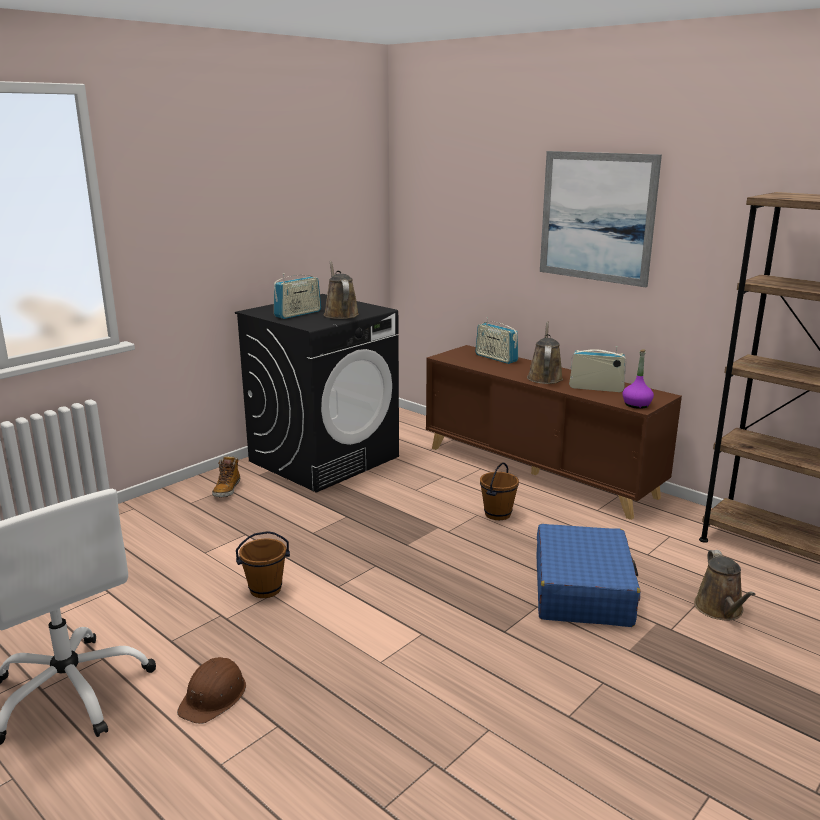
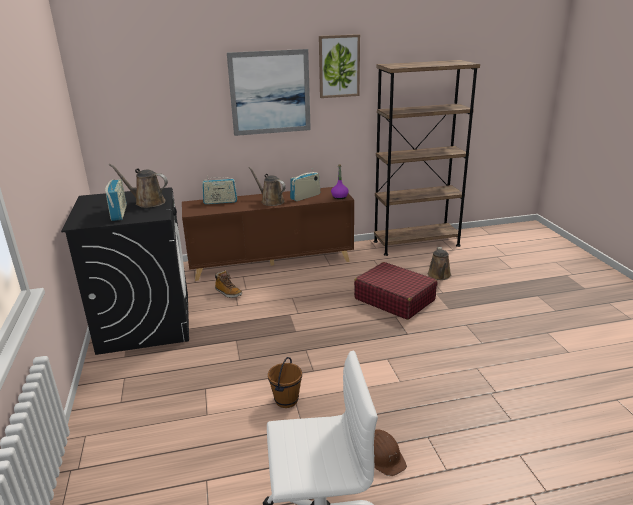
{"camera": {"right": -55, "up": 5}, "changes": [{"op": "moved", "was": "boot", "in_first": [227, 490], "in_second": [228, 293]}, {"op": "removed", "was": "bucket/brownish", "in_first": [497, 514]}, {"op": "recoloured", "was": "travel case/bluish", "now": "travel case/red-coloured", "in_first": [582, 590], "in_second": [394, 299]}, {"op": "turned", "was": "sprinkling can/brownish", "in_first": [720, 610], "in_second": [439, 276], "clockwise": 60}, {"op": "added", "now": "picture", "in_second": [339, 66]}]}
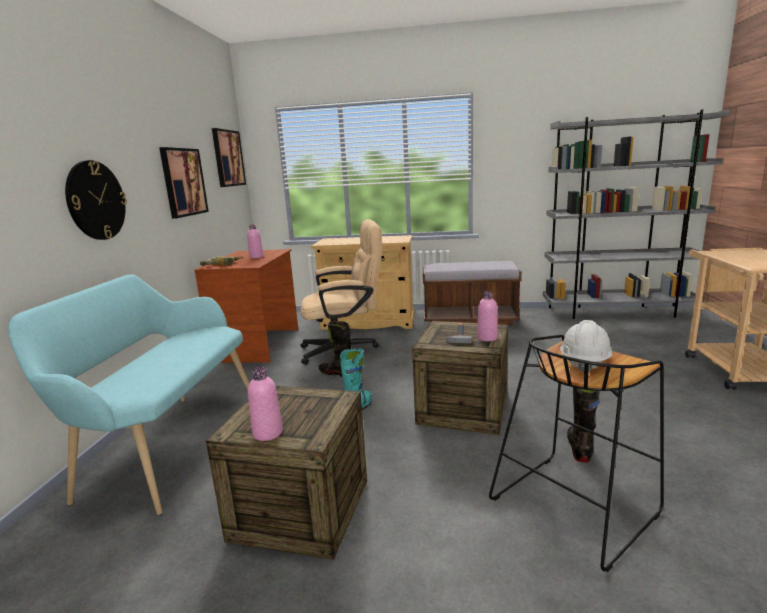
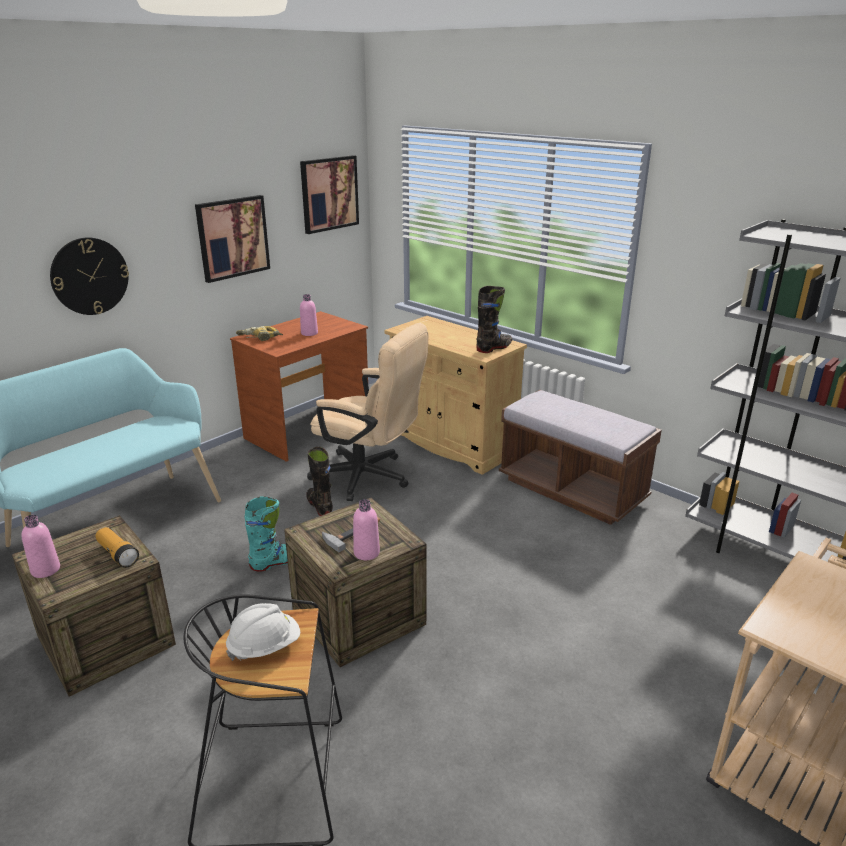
{"camera": {"right": 35, "up": 10}, "changes": [{"op": "moved", "was": "boot/black-coloured", "in_first": [579, 448], "in_second": [494, 348]}, {"op": "added", "now": "hand torch", "in_second": [117, 554]}]}
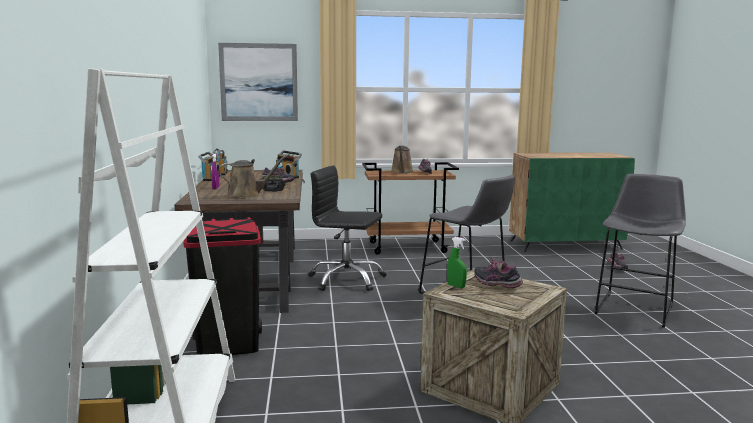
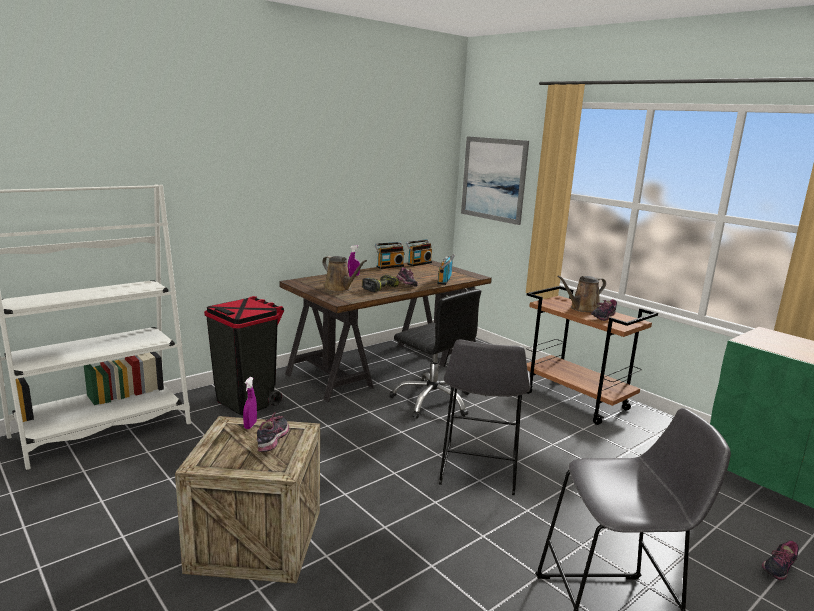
{"camera": {"right": 55, "up": 5}, "changes": [{"op": "turned", "was": "office chair/black-coloured", "in_first": [346, 280], "in_second": [432, 401], "clockwise": 150}, {"op": "recoloured", "was": "hand sprayer/green-coloured", "now": "hand sprayer/purplish", "in_first": [456, 286], "in_second": [250, 425]}]}
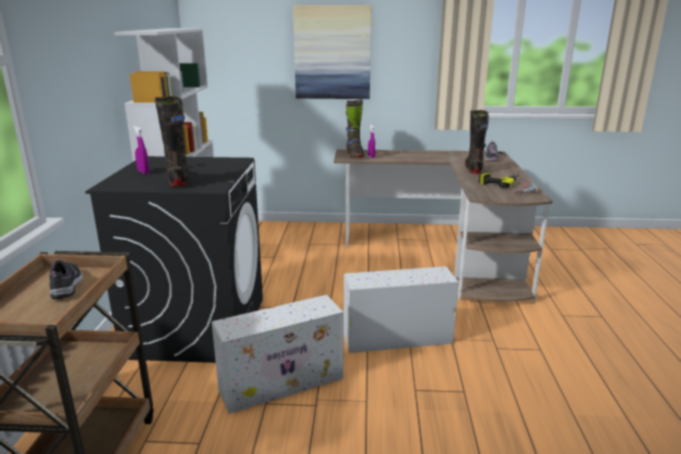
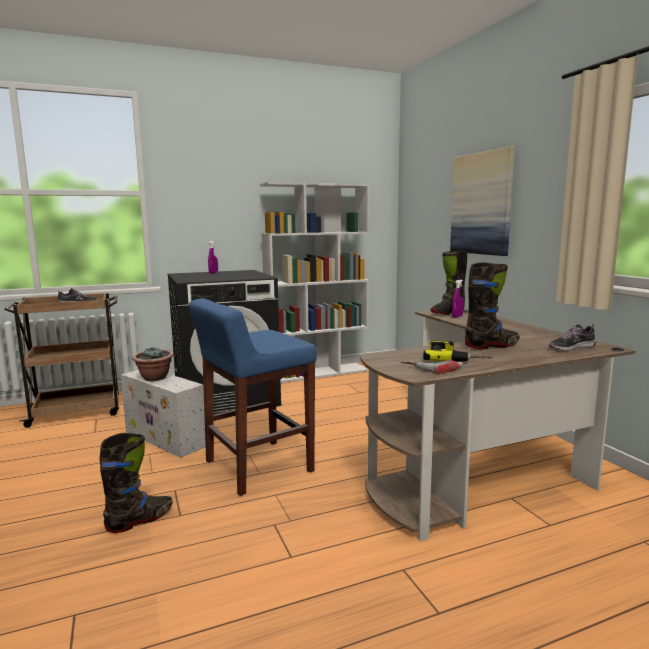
{"camera": {"right": 65, "up": -10}, "changes": [{"op": "moved", "was": "boot/black-coloured", "in_first": [178, 180], "in_second": [140, 520]}, {"op": "replaced", "was": "storage bin/white", "now": "sitting stool/bluish", "in_first": [395, 339], "in_second": [256, 467]}, {"op": "added", "now": "potted plant", "in_second": [155, 378]}]}
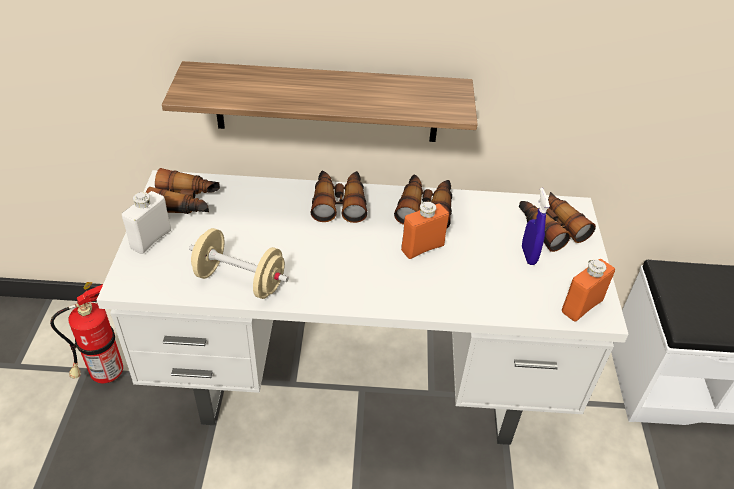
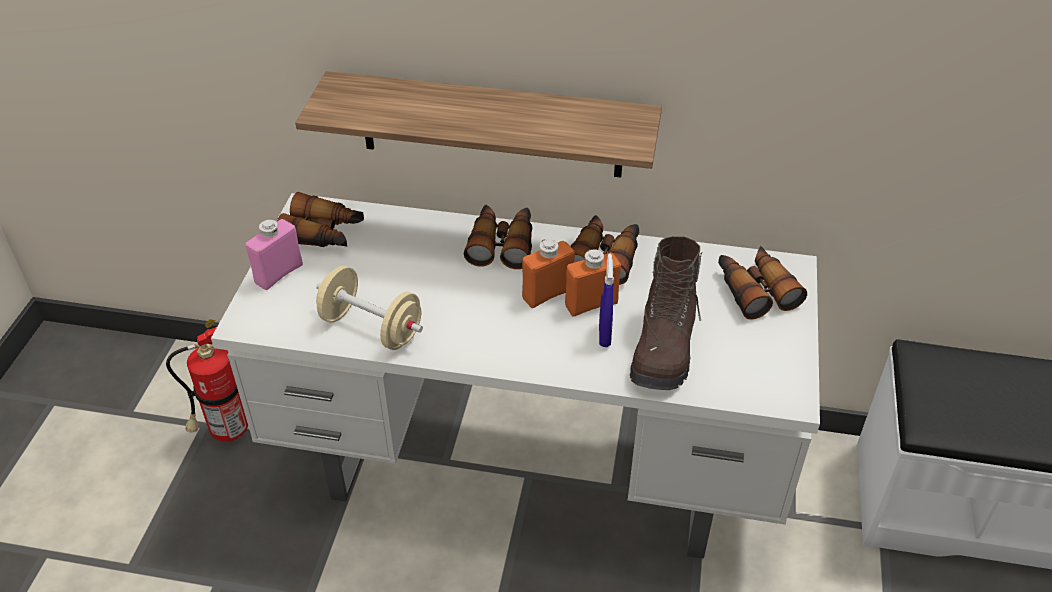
{"camera": {"right": 10, "up": 0}, "changes": [{"op": "moved", "was": "hand sprayer/bluish", "in_first": [528, 255], "in_second": [604, 335]}, {"op": "recoloured", "was": "drink bottle/white", "now": "drink bottle/pink", "in_first": [151, 239], "in_second": [279, 274]}, {"op": "moved", "was": "drink bottle/orange-coloured", "in_first": [581, 306], "in_second": [547, 294]}, {"op": "added", "now": "boot/brownish", "in_second": [664, 346]}]}
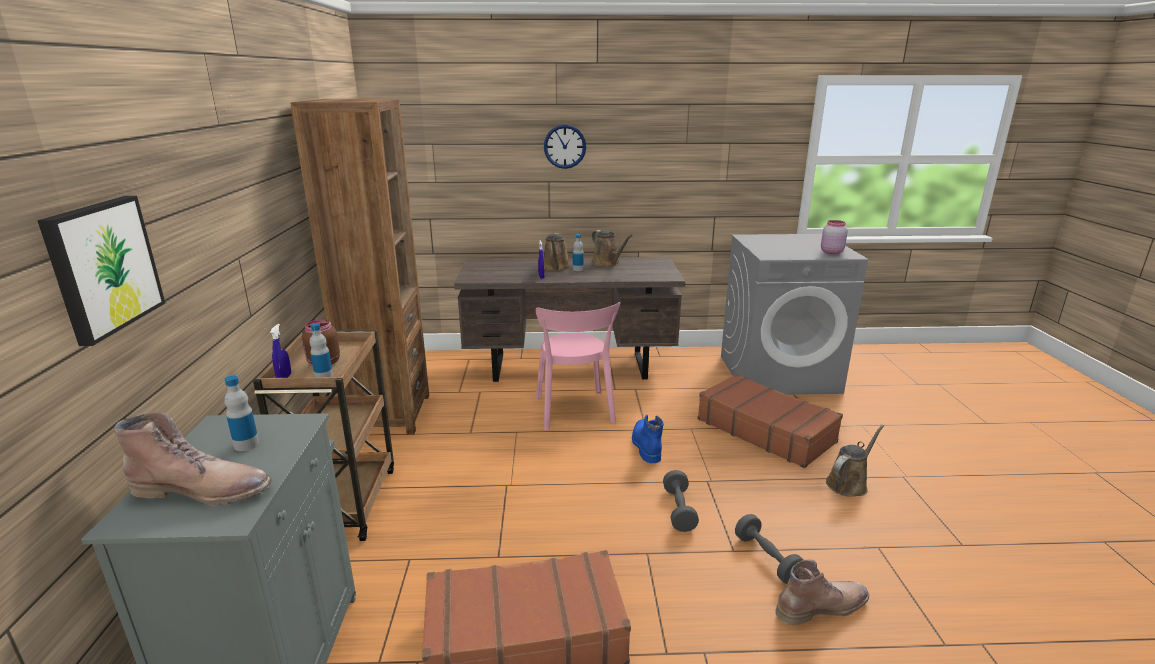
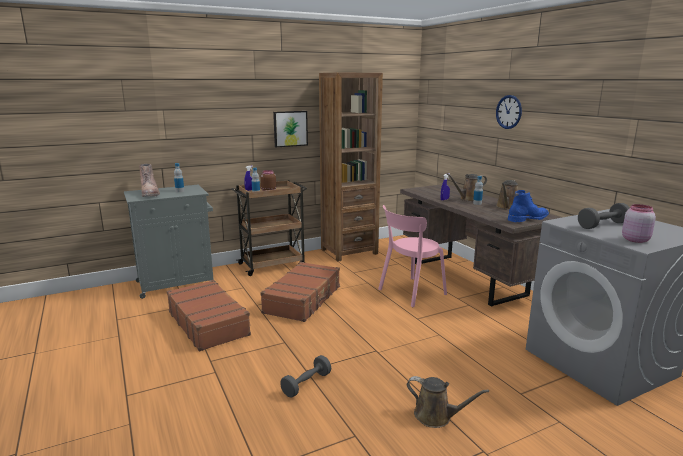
{"camera": {"right": 65, "up": -5}, "changes": [{"op": "moved", "was": "picture", "in_first": [102, 267], "in_second": [290, 128]}, {"op": "moved", "was": "travel case/brownish", "in_first": [765, 430], "in_second": [303, 299]}, {"op": "moved", "was": "boot/bluish", "in_first": [645, 444], "in_second": [527, 218]}, {"op": "moved", "was": "free weight/gray", "in_first": [679, 510], "in_second": [602, 225]}, {"op": "removed", "was": "boot/brownish", "in_first": [821, 606]}]}
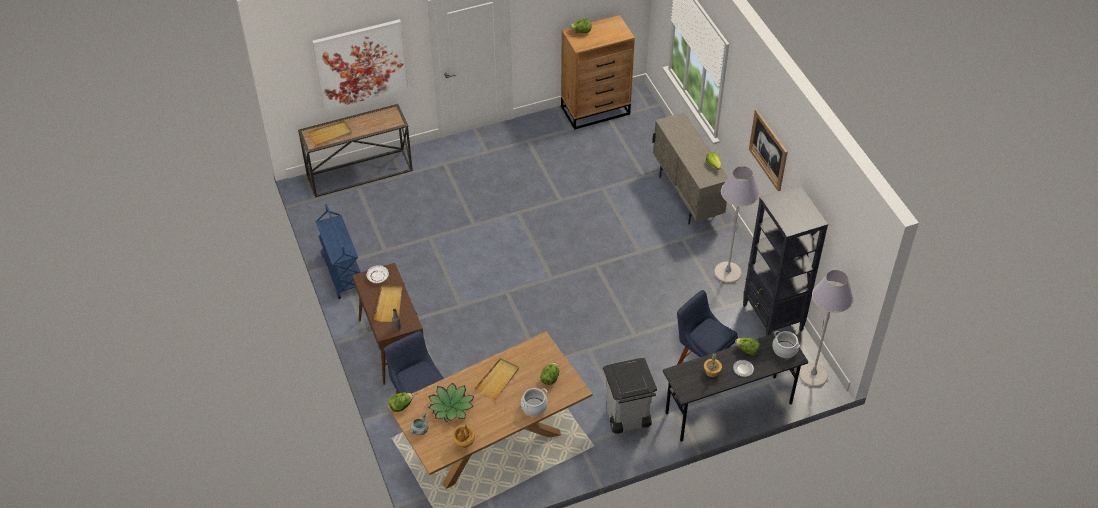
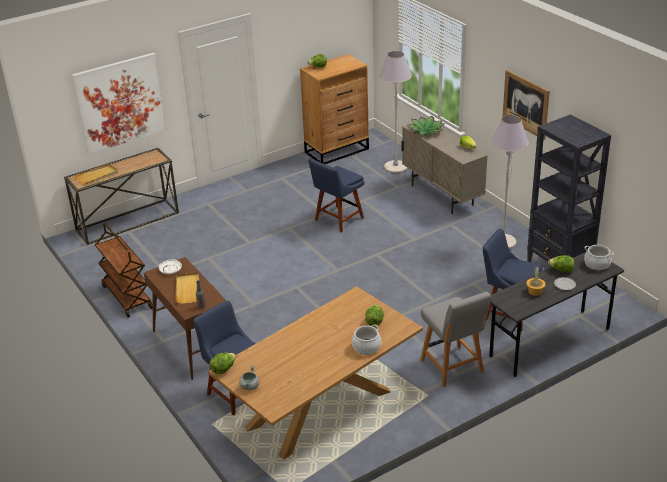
{"camera": {"right": -10, "up": -15}, "changes": [{"op": "recoloured", "was": "wheeled cart/bluish", "now": "wheeled cart/brownish", "in_first": [342, 272], "in_second": [126, 297]}, {"op": "moved", "was": "standing lamp/gray", "in_first": [813, 375], "in_second": [395, 167]}, {"op": "removed", "was": "tray/sand-coloured", "in_first": [497, 380]}, {"op": "replaced", "was": "waste bin/gray", "now": "chair/gray", "in_first": [626, 419], "in_second": [452, 367]}, {"op": "moved", "was": "potted plant", "in_first": [451, 407], "in_second": [426, 131]}, {"op": "removed", "was": "vase/brownish", "in_first": [464, 444]}, {"op": "added", "now": "chair/bluish", "in_second": [337, 220]}]}
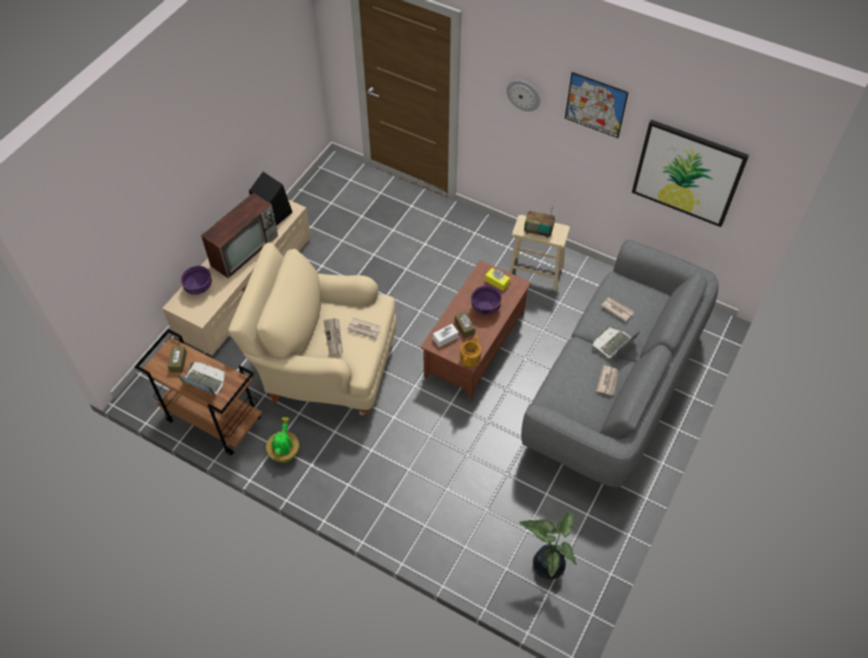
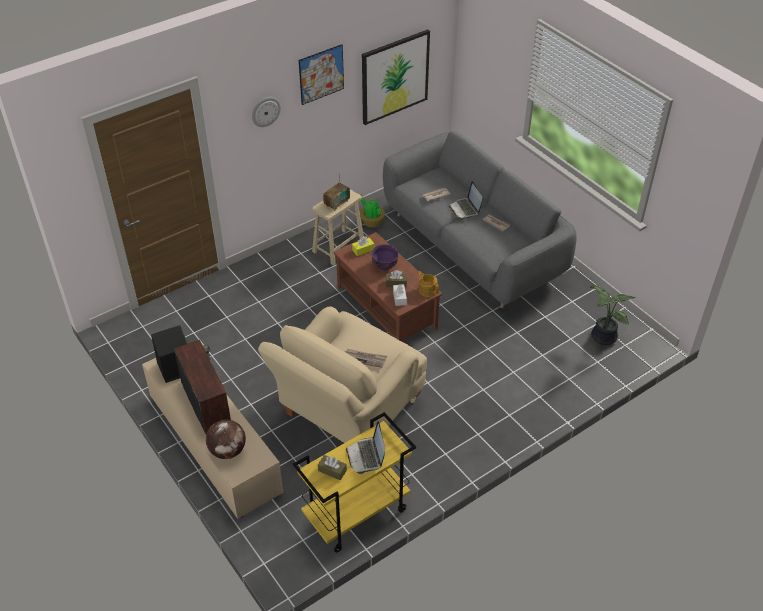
{"camera": {"right": -65, "up": -10}, "changes": [{"op": "replaced", "was": "bowl/purplish", "now": "desk globe", "in_first": [199, 288], "in_second": [228, 451]}, {"op": "removed", "was": "daily paper", "in_first": [364, 330]}, {"op": "recoloured", "was": "wheeled cart/brownish", "now": "wheeled cart/yellow-coloured", "in_first": [212, 419], "in_second": [356, 514]}, {"op": "turned", "was": "notebook computer", "in_first": [204, 381], "in_second": [366, 456], "clockwise": -60}, {"op": "moved", "was": "potted plant", "in_first": [284, 451], "in_second": [371, 222]}]}
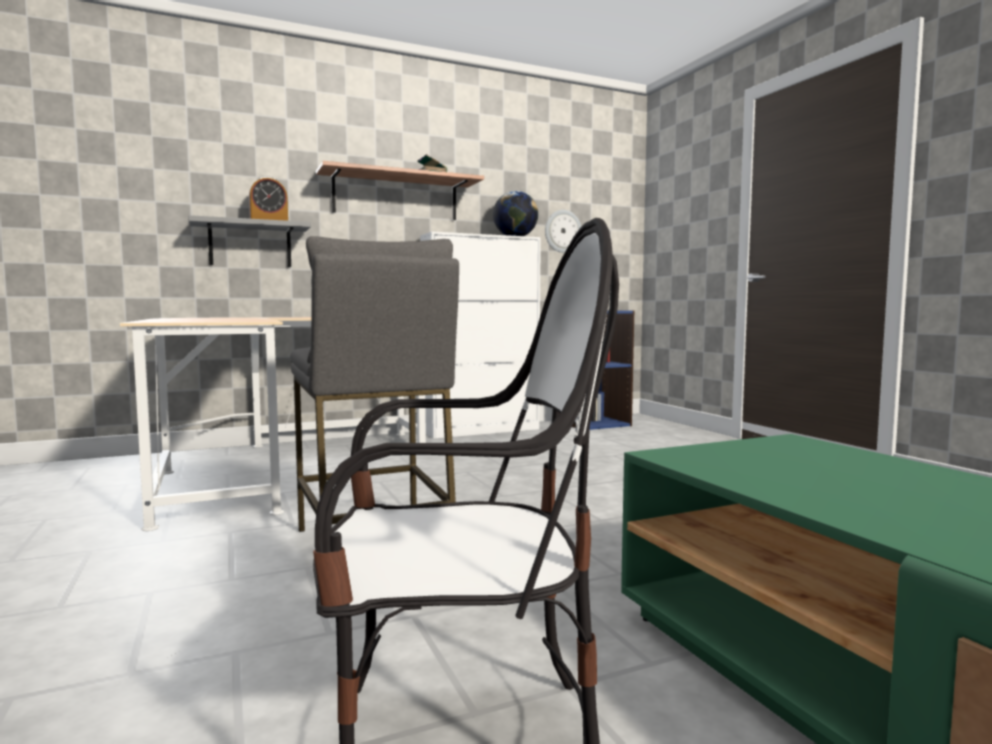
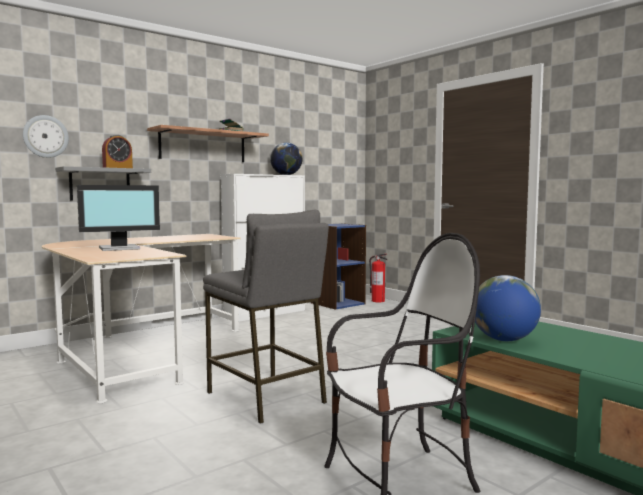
{"camera": {"right": -15, "up": 0}, "changes": [{"op": "moved", "was": "clock on the wall", "in_first": [562, 231], "in_second": [45, 136]}, {"op": "added", "now": "monitor", "in_second": [120, 248]}, {"op": "added", "now": "extinguisher", "in_second": [377, 301]}, {"op": "added", "now": "desk globe", "in_second": [504, 340]}]}
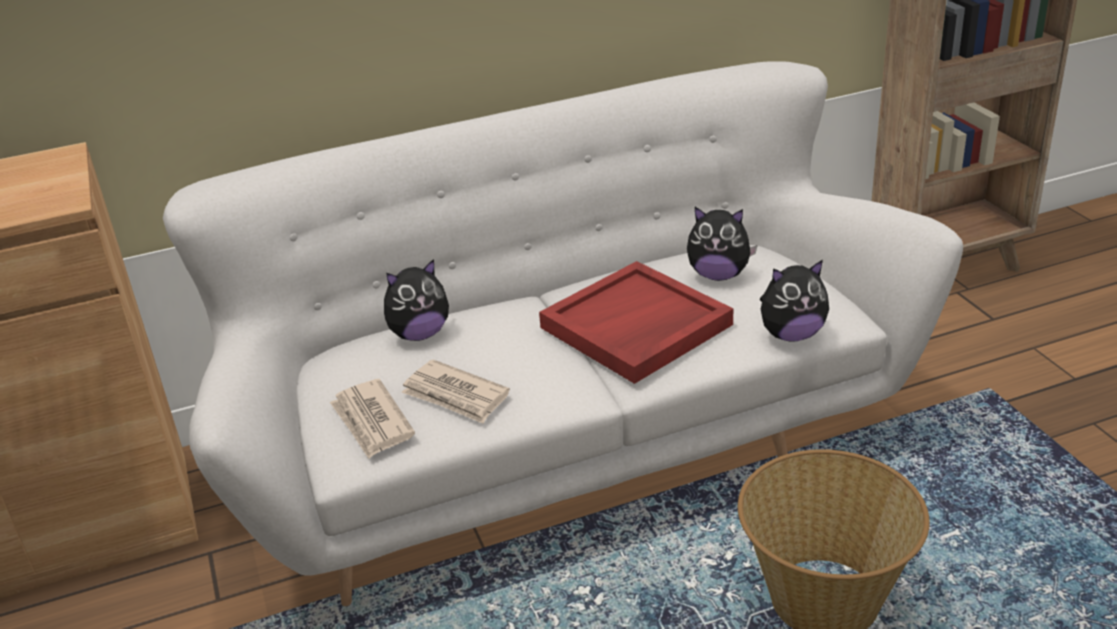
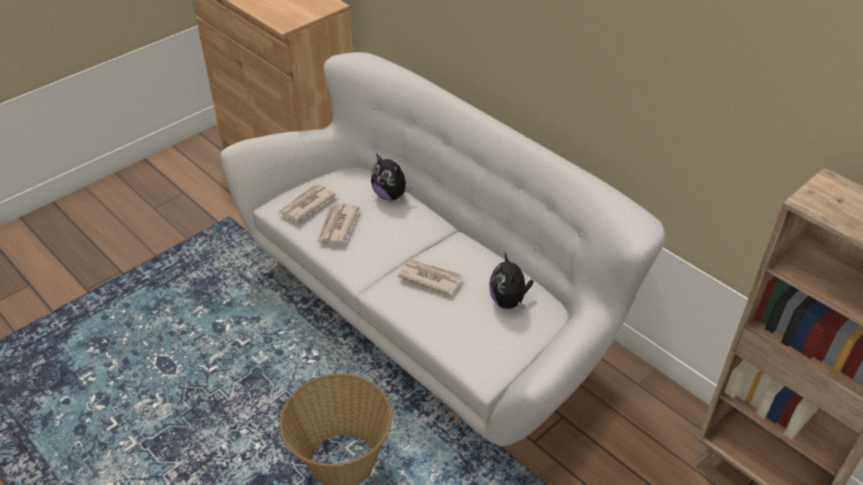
{"camera": {"right": 65, "up": 10}, "changes": [{"op": "removed", "was": "soft toy", "in_first": [791, 334]}, {"op": "replaced", "was": "tray/red-coloured", "now": "daily paper", "in_first": [636, 327], "in_second": [429, 278]}]}
